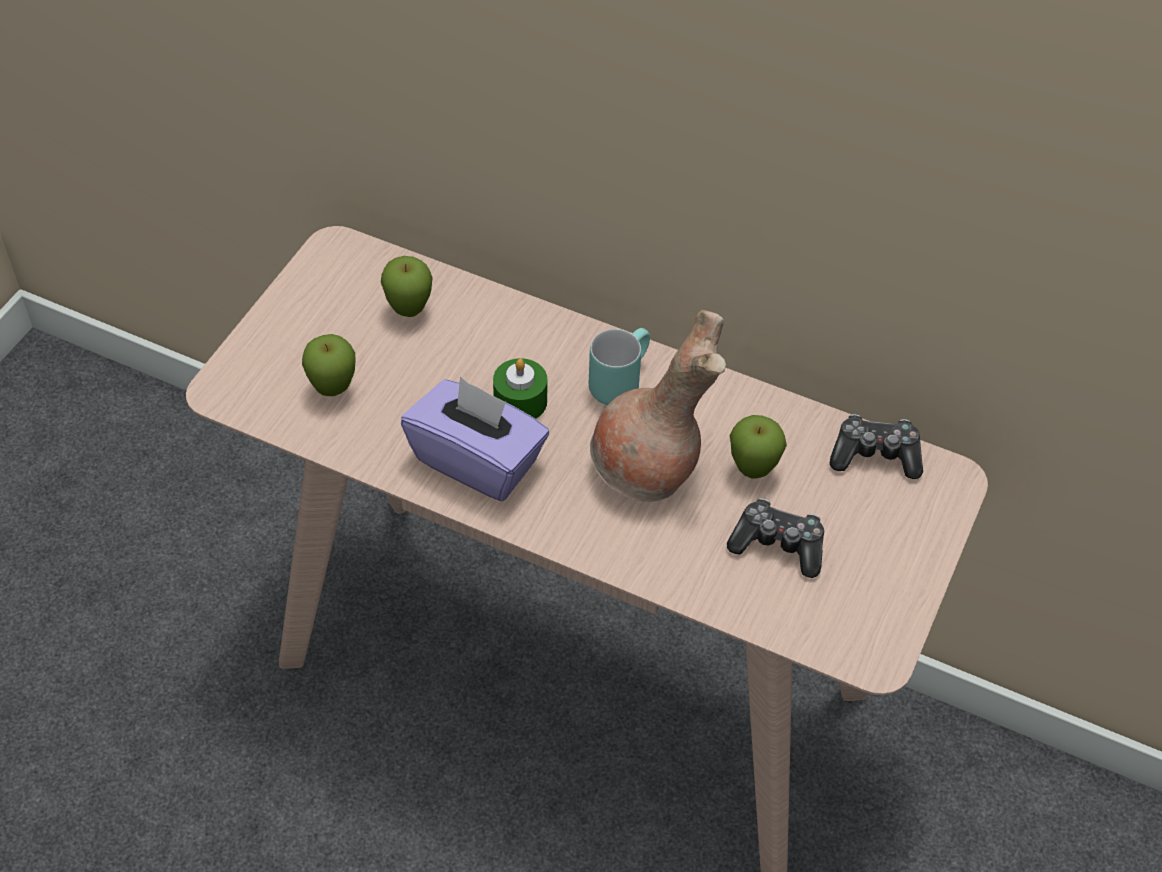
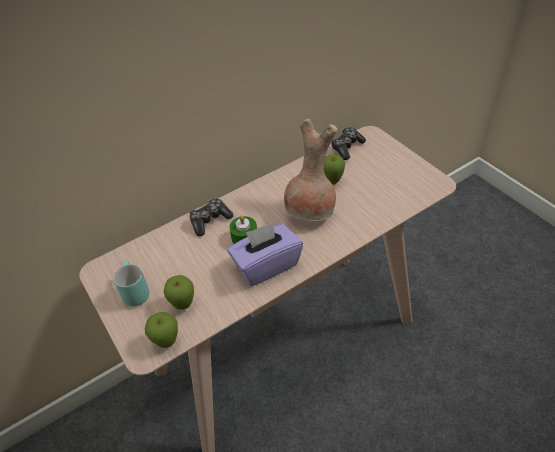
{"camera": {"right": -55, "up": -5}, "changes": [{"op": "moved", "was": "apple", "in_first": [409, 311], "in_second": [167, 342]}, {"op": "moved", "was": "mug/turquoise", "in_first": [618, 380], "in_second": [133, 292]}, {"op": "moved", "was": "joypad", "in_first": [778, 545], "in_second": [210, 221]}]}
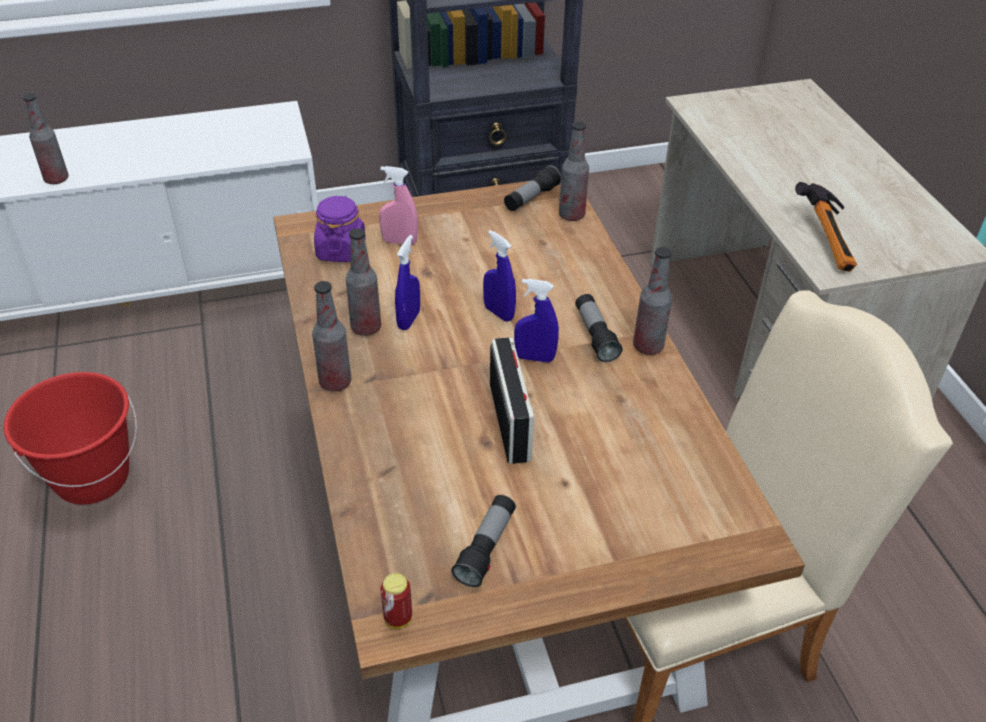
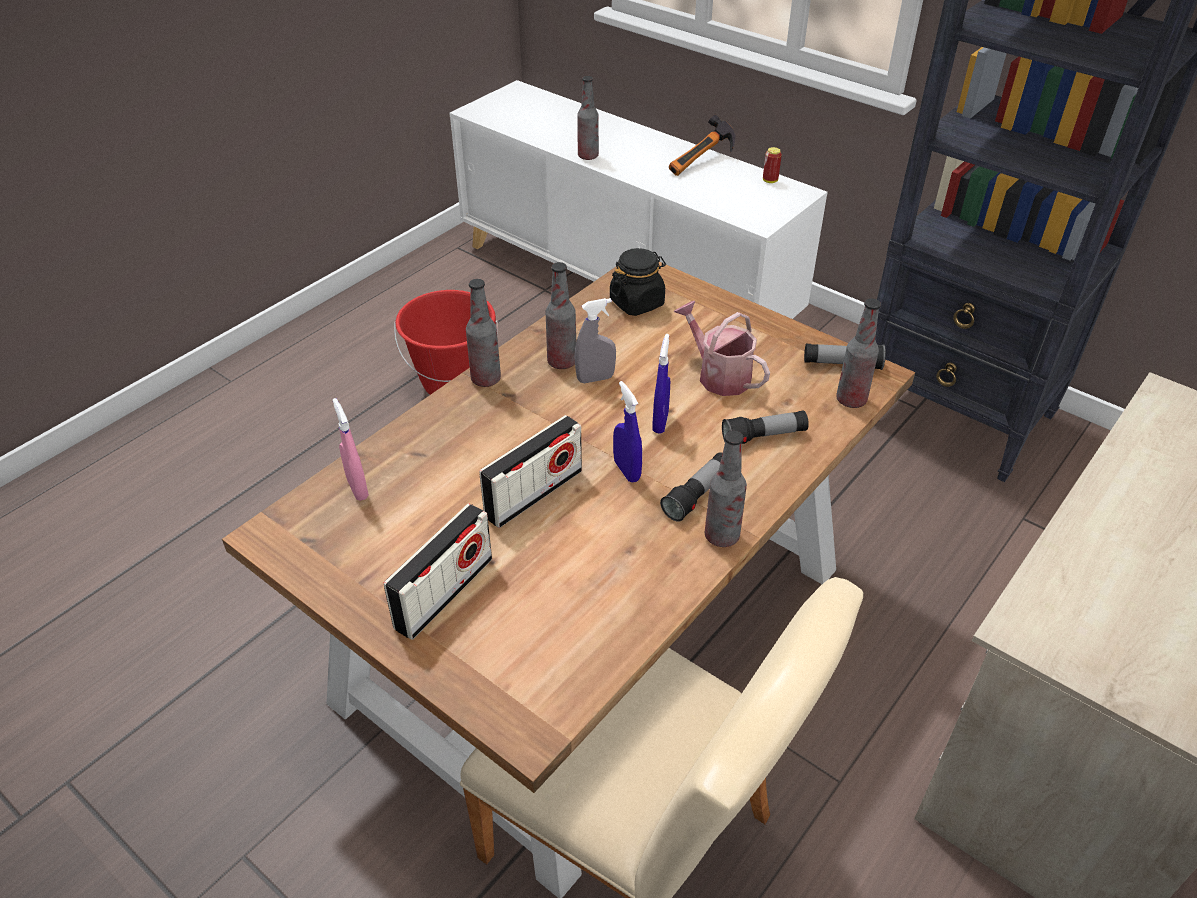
{"camera": {"right": 55, "up": 0}, "changes": [{"op": "moved", "was": "hand sprayer/pink", "in_first": [399, 242], "in_second": [357, 488]}, {"op": "moved", "was": "hand hammer", "in_first": [831, 241], "in_second": [703, 163]}, {"op": "recoloured", "was": "preserve jar/purplish", "now": "preserve jar/black-coloured", "in_first": [341, 250], "in_second": [637, 302]}, {"op": "recoloured", "was": "hand sprayer/bluish", "now": "hand sprayer/gray", "in_first": [409, 320], "in_second": [595, 378]}, {"op": "moved", "was": "hand torch", "in_first": [486, 548], "in_second": [764, 436]}, {"op": "moved", "was": "metal can", "in_first": [398, 618], "in_second": [770, 181]}, {"op": "added", "now": "sprinkling can", "in_second": [719, 375]}, {"op": "added", "now": "radio receiver", "in_second": [444, 593]}]}
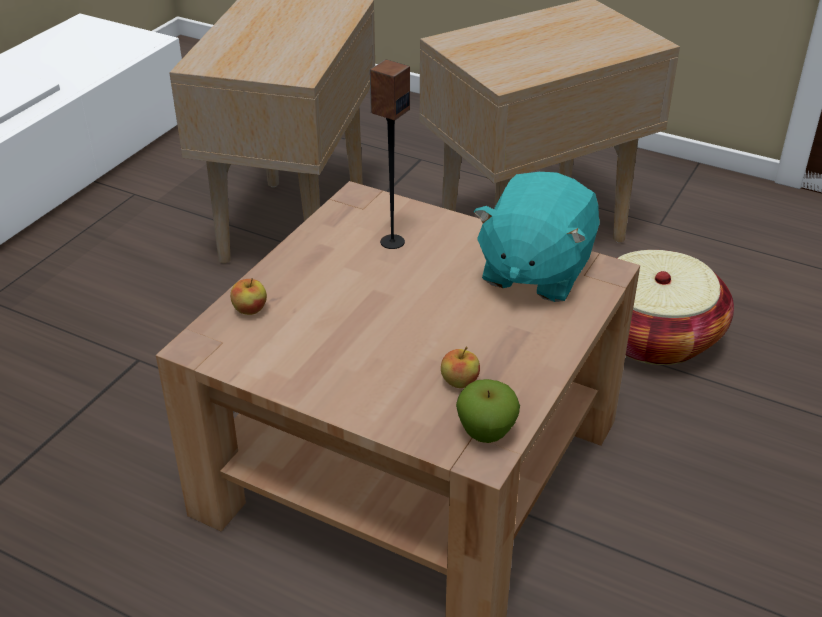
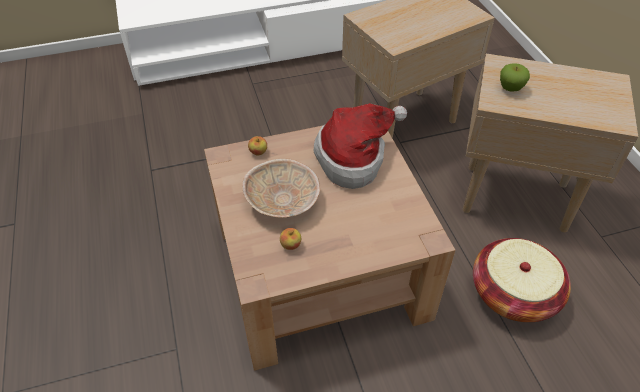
{"camera": {"right": 45, "up": 10}, "changes": [{"op": "replaced", "was": "audio speaker", "now": "clothing hat", "in_first": [392, 242], "in_second": [354, 157]}, {"op": "removed", "was": "soft toy/turquoise", "in_first": [534, 271]}, {"op": "moved", "was": "apple", "in_first": [486, 433], "in_second": [510, 88]}, {"op": "added", "now": "bowl/sand-coloured", "in_second": [283, 201]}]}
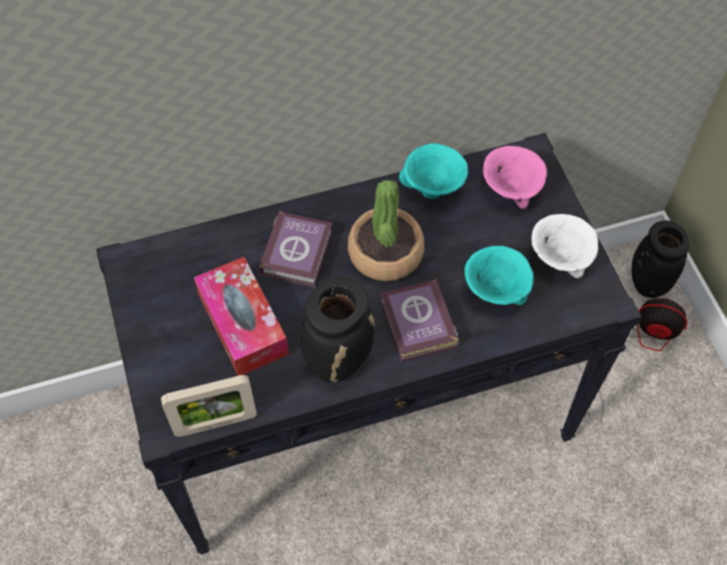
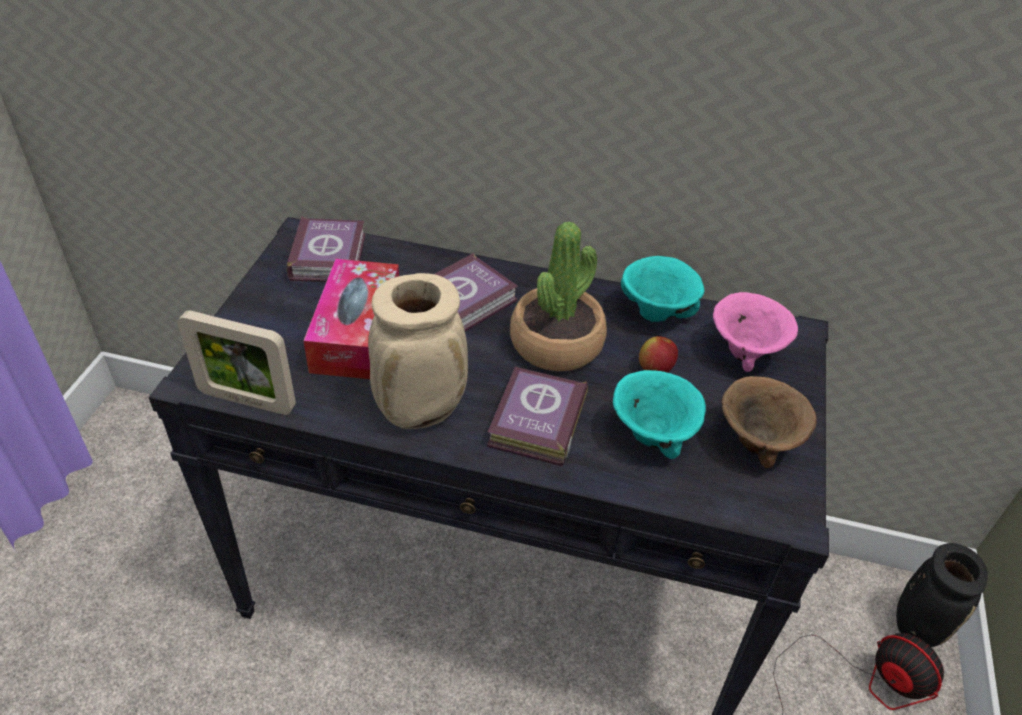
{"camera": {"right": 30, "up": -15}, "changes": [{"op": "recoloured", "was": "bowl/white", "now": "bowl/brownish", "in_first": [557, 259], "in_second": [755, 442]}, {"op": "recoloured", "was": "vase/black-coloured", "now": "vase/sand-coloured", "in_first": [338, 360], "in_second": [421, 410]}, {"op": "added", "now": "book", "in_second": [330, 256]}, {"op": "added", "now": "apple", "in_second": [655, 369]}]}
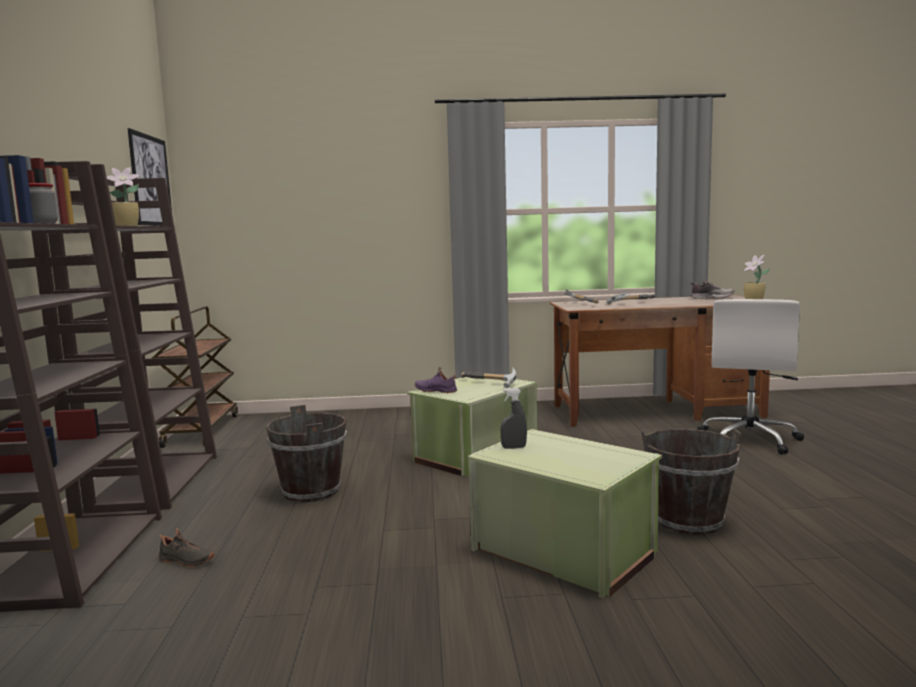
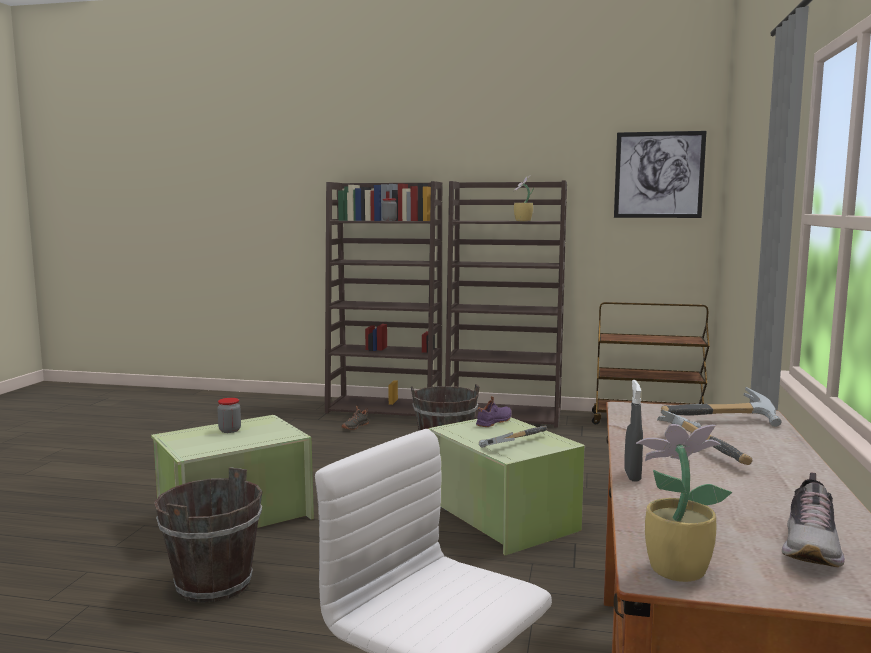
{"camera": {"right": 105, "up": 0}, "changes": [{"op": "moved", "was": "hand sprayer/gray", "in_first": [514, 447], "in_second": [632, 476]}, {"op": "added", "now": "preserve jar", "in_second": [230, 430]}]}
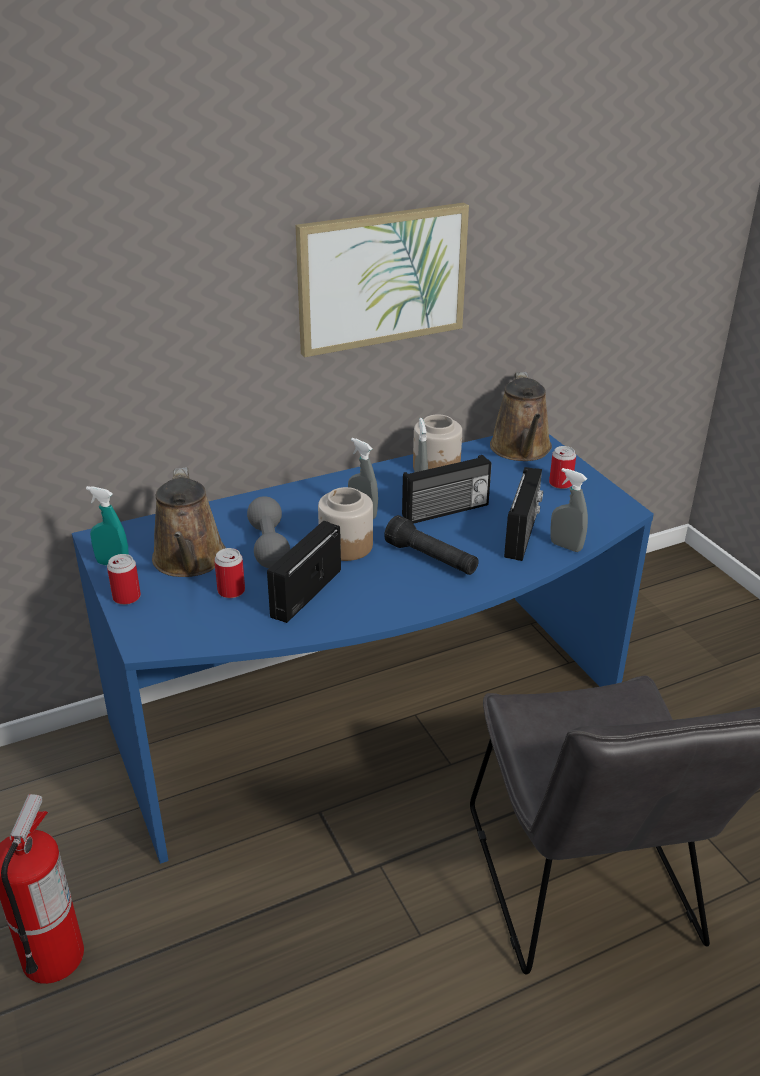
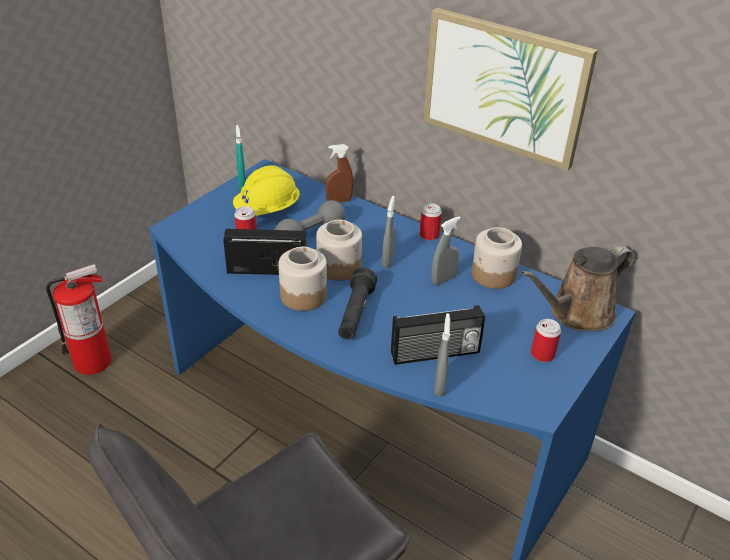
{"camera": {"right": 60, "up": 5}, "changes": [{"op": "removed", "was": "radio receiver", "in_first": [446, 511]}, {"op": "replaced", "was": "sprinkling can/brownish", "now": "safety helmet/yellow-coloured", "in_first": [189, 561], "in_second": [267, 210]}, {"op": "moved", "was": "metal can", "in_first": [126, 597], "in_second": [429, 235]}, {"op": "added", "now": "hand sprayer/brownish", "in_second": [339, 201]}, {"op": "added", "now": "preserve jar", "in_second": [303, 295]}]}
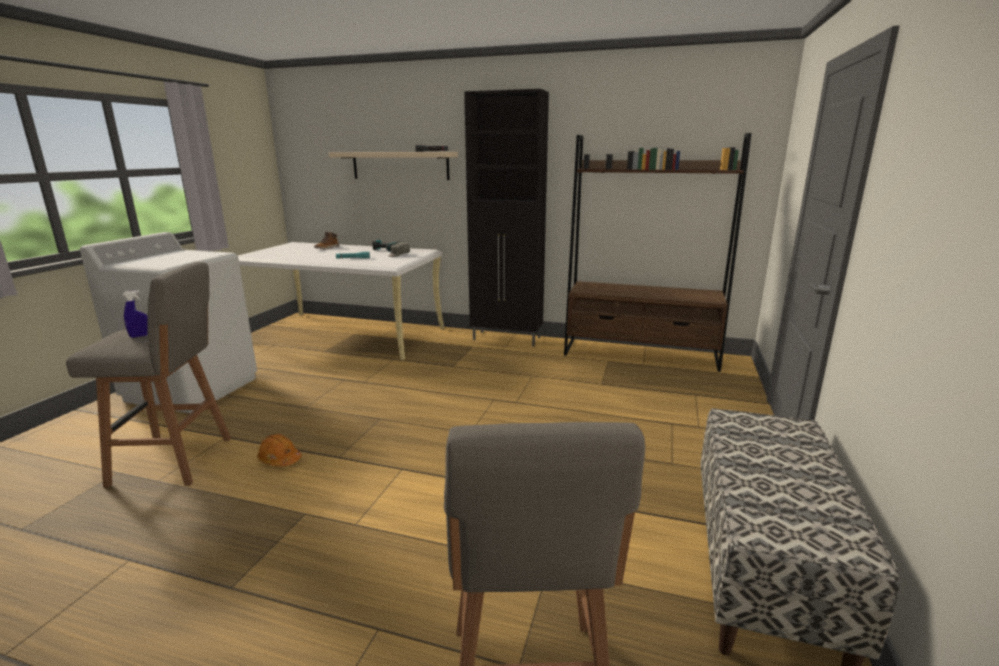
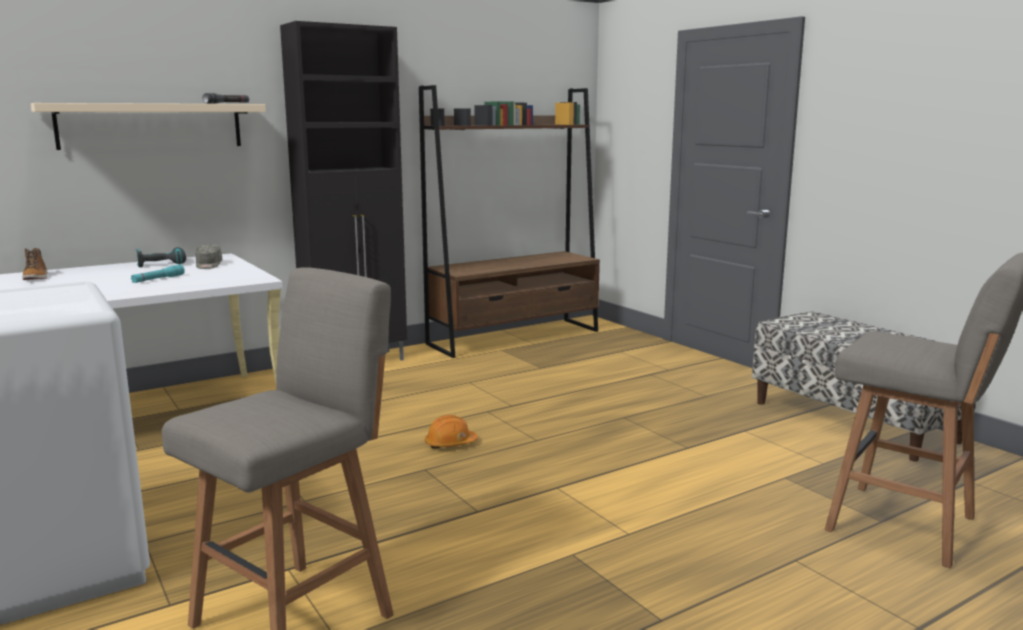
{"camera": {"right": -50, "up": -5}, "changes": [{"op": "removed", "was": "hand sprayer/bluish", "in_first": [140, 336]}, {"op": "moved", "was": "safety helmet/orange-coloured", "in_first": [279, 459], "in_second": [450, 444]}]}
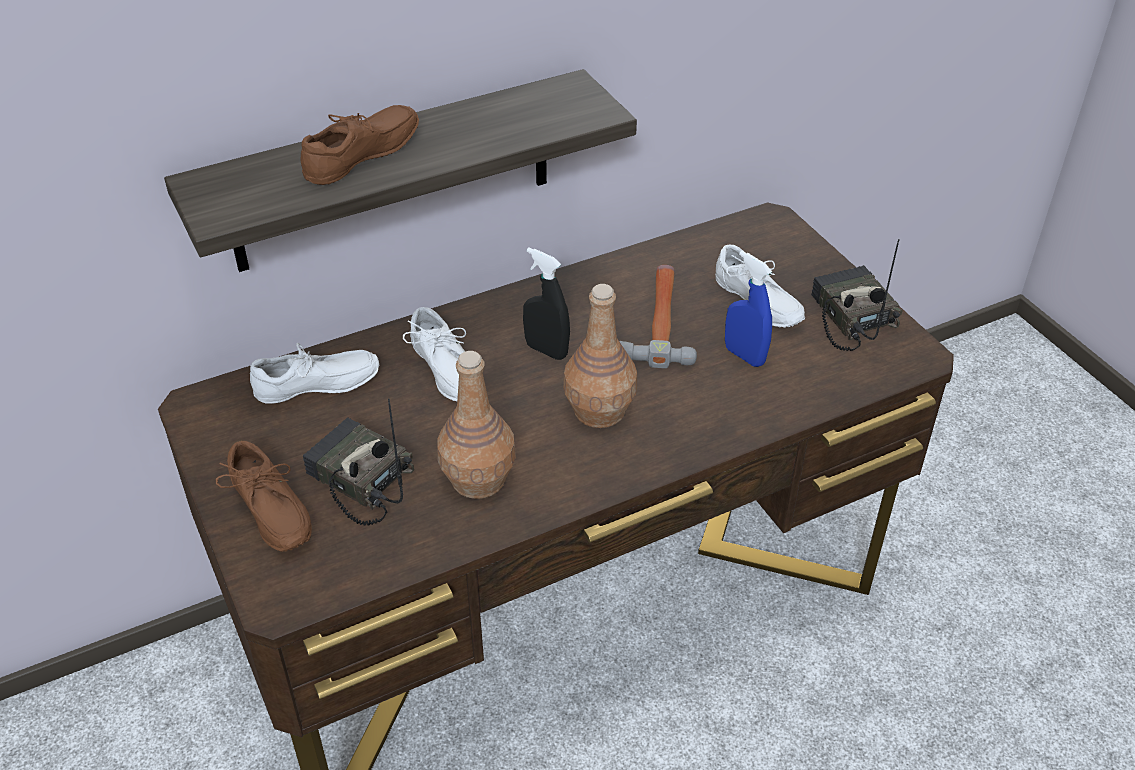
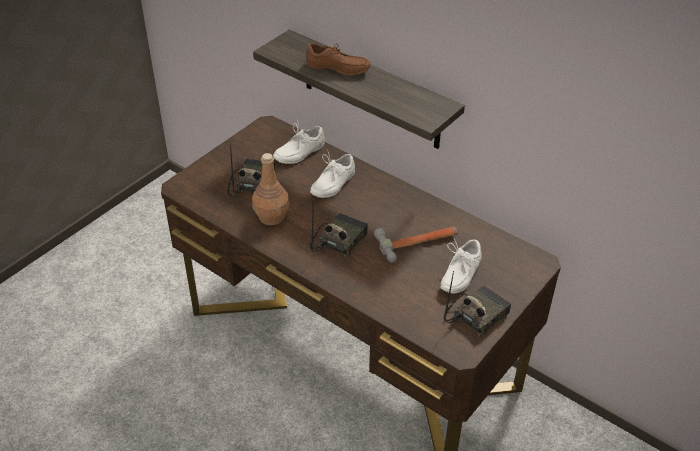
{"camera": {"right": 65, "up": 0}, "changes": [{"op": "removed", "was": "hand sprayer/black-coloured", "in_first": [546, 350]}, {"op": "removed", "was": "hand sprayer/bluish", "in_first": [744, 356]}, {"op": "replaced", "was": "drink bottle/brownish", "now": "radio receiver", "in_first": [599, 410], "in_second": [338, 240]}, {"op": "turned", "was": "item of footwear/white", "in_first": [318, 388], "in_second": [298, 152], "clockwise": 90}, {"op": "removed", "was": "item of footwear/brownish", "in_first": [267, 514]}]}
